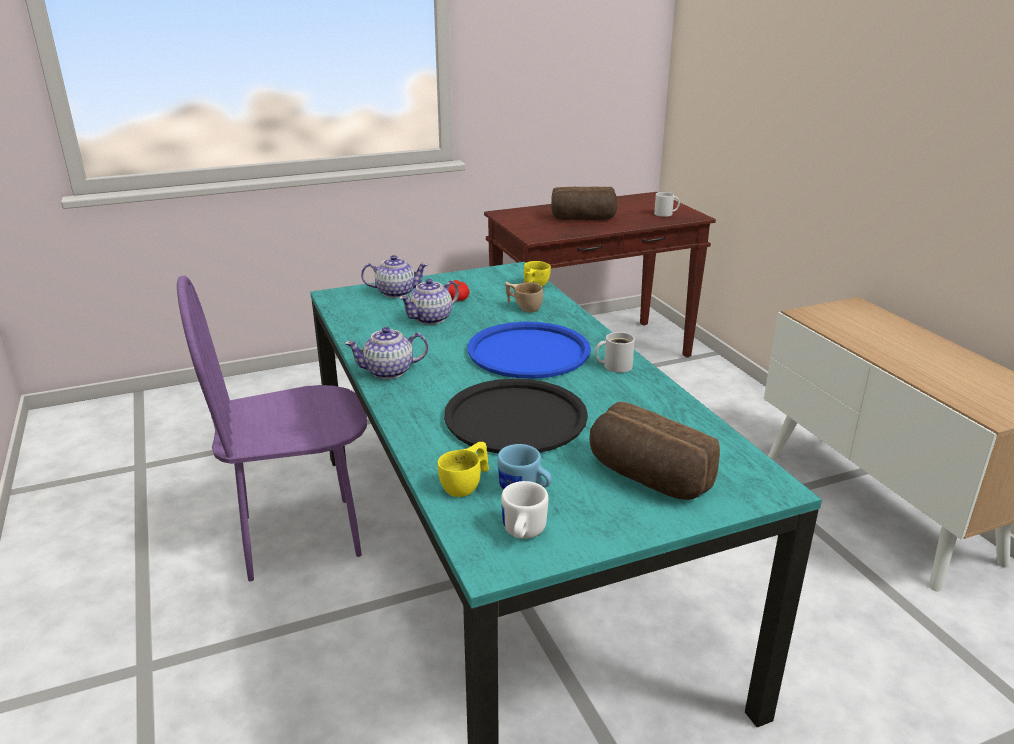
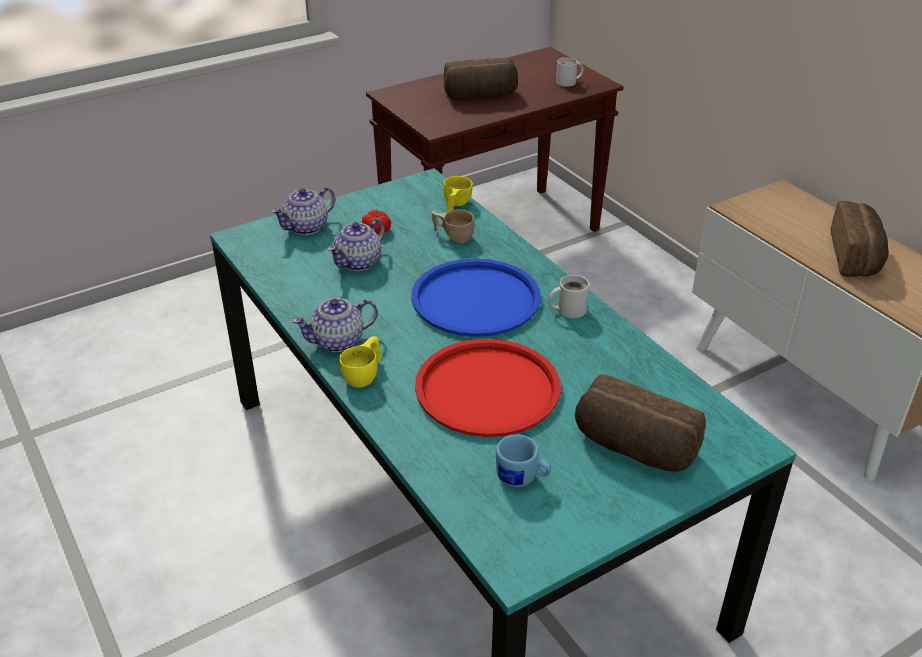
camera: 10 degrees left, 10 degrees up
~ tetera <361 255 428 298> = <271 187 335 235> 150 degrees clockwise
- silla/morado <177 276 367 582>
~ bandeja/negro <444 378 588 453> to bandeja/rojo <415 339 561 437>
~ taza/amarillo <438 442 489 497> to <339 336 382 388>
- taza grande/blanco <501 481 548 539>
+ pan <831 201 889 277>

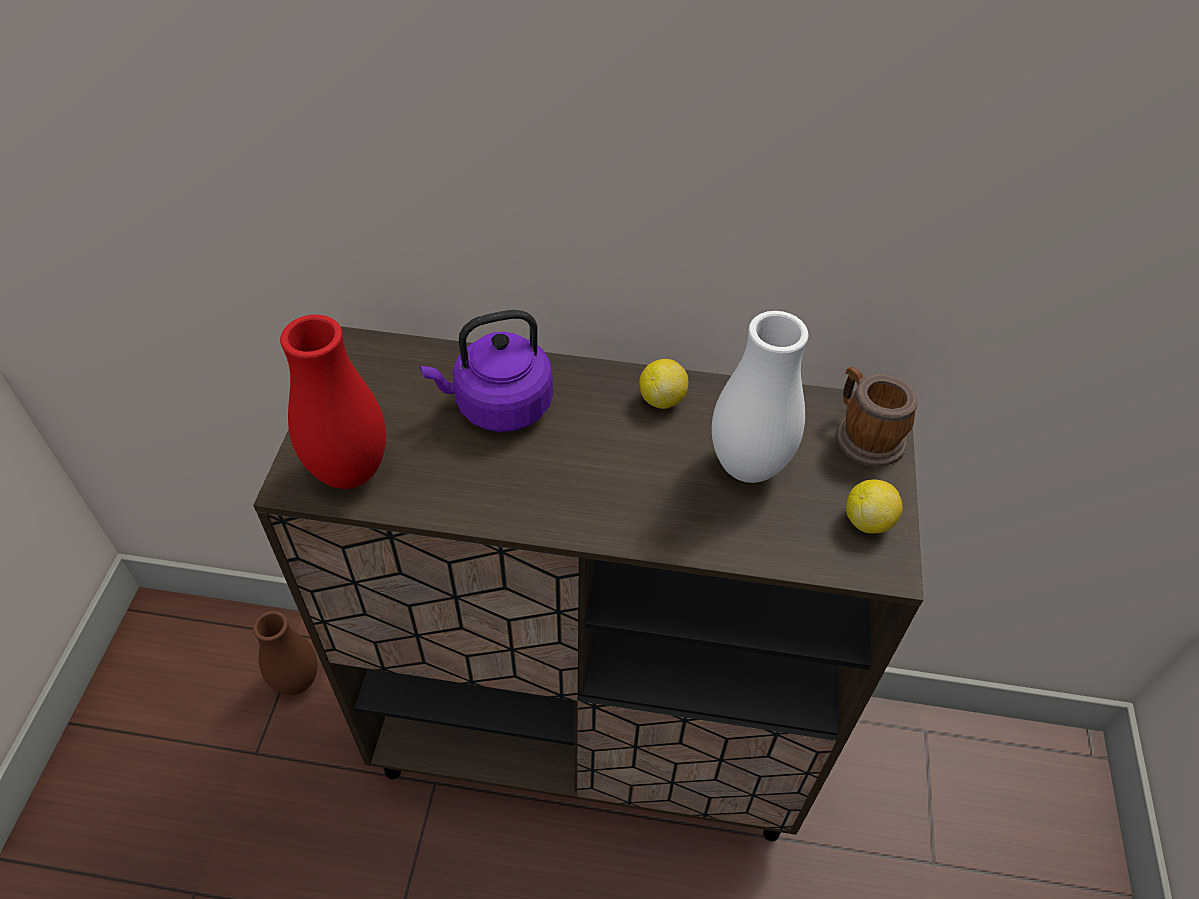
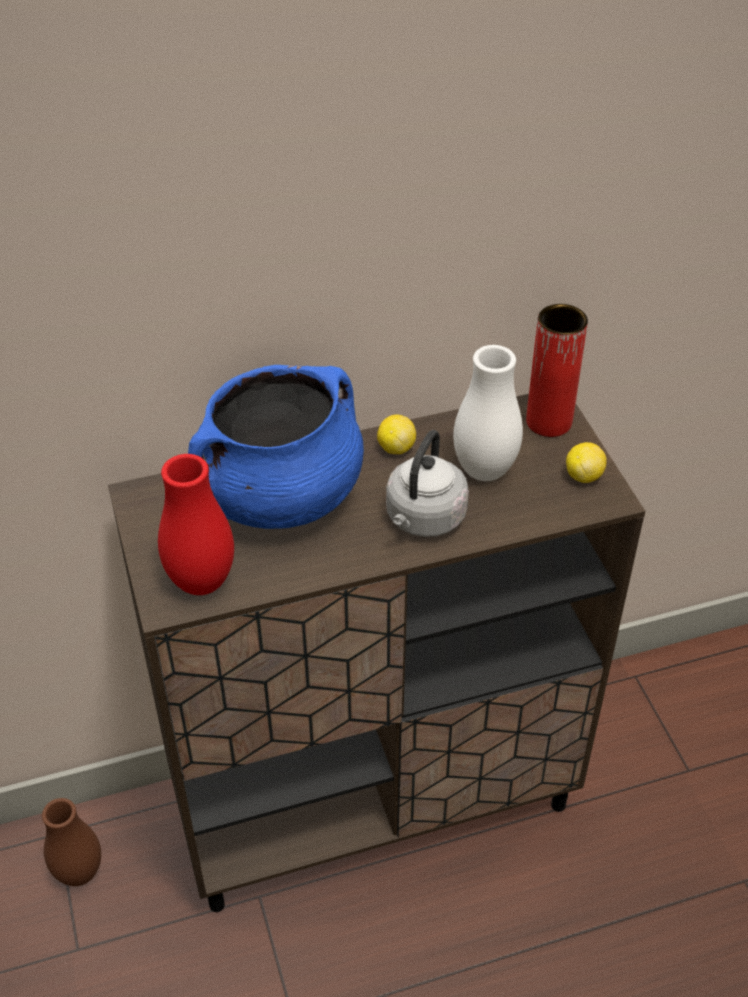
camera: 25 degrees left, 5 degrees down
~ hervidor/morado <420 310 553 432> to olla/azul <188 365 364 529>
~ taza grande <837 367 917 467> to florero/rojo <526 304 588 437>
+ hervidor/gris <386 430 469 537>

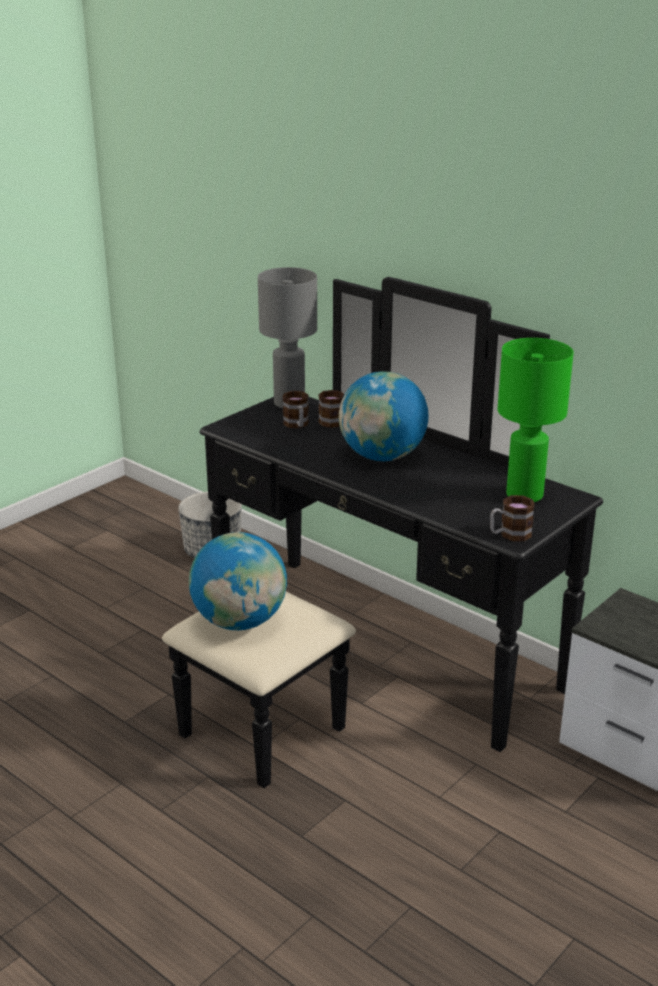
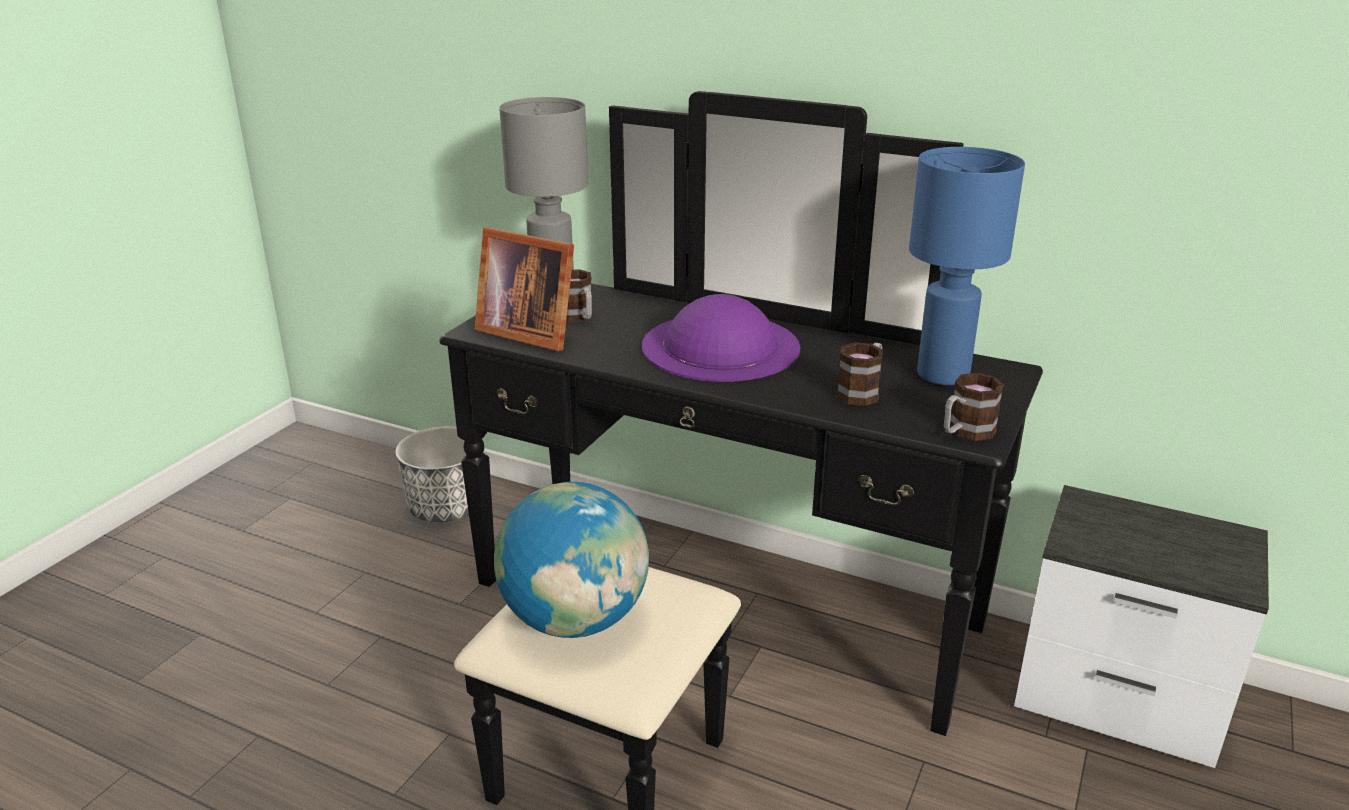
camera: 15 degrees left, 0 degrees up
~ lámpara de mesa/verde <498 338 574 502> to lámpara de mesa/azul <909 147 1025 385>
~ globo terráqueo <339 372 428 461> to sombrero/morado <642 294 800 382>
~ taza grande <318 390 346 428> to <836 342 883 406>
+ portarretratos <475 227 574 351>

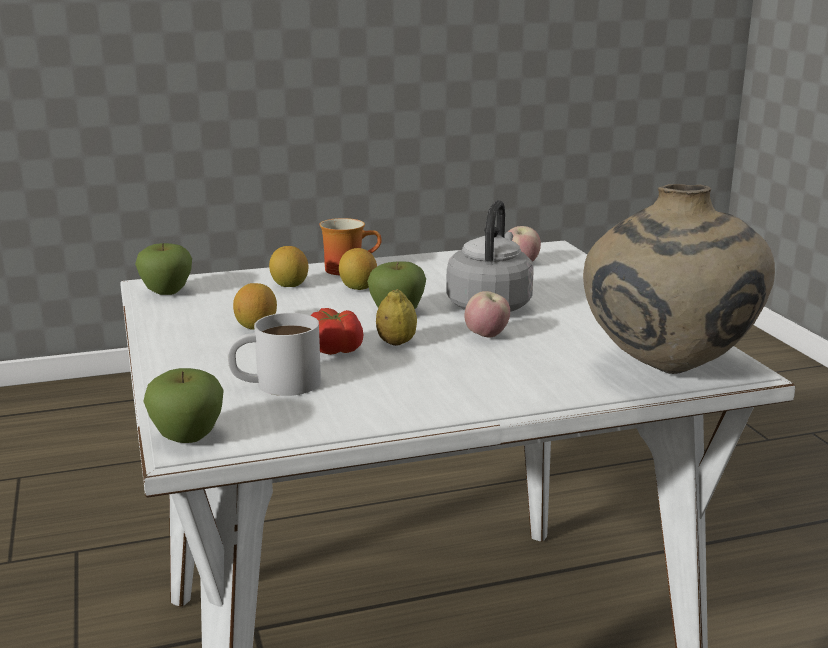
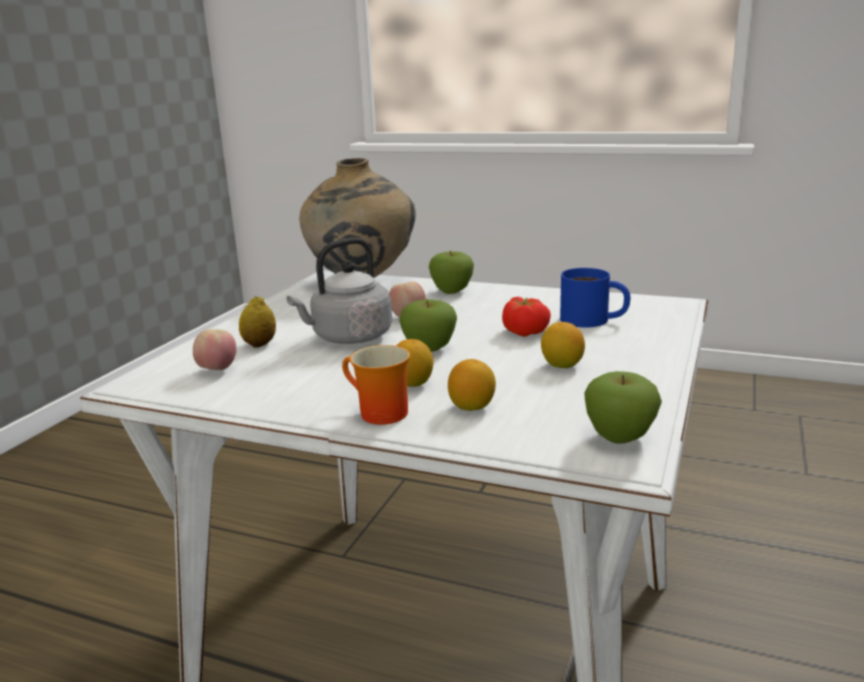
camera: 140 degrees left, 0 degrees up
~ limón <376 289 417 346> to <239 296 276 348>
~ taza grande/blanco <228 313 321 396> to taza grande/azul <560 268 630 327>
~ manzana <143 368 224 443> to <429 251 474 294>

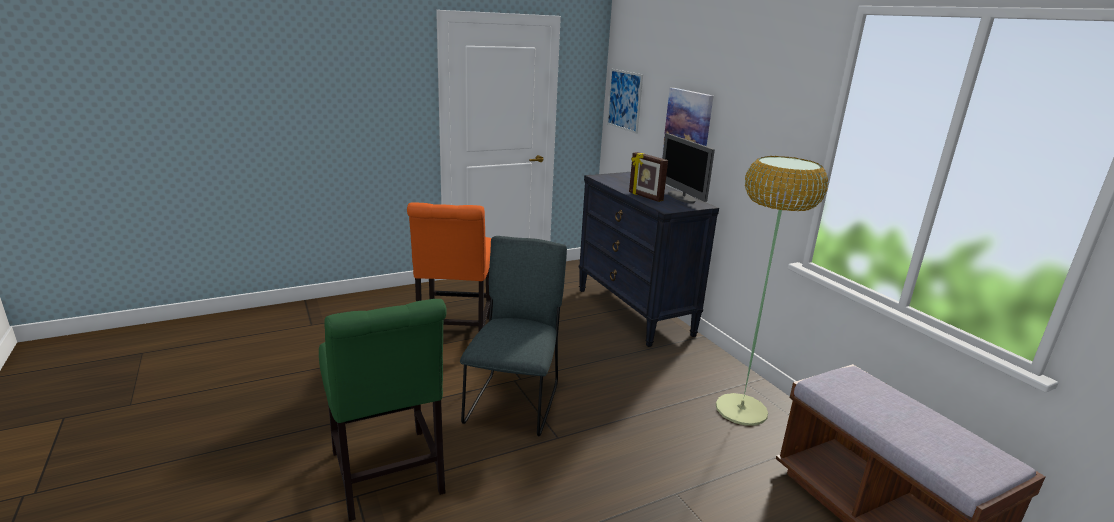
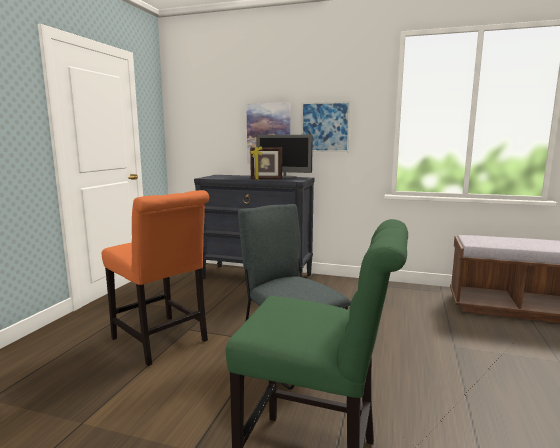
camera: 45 degrees left, 10 degrees down
~ cuadro <607 69 643 134> to <301 101 350 152>
- lámpara de pie <716 156 828 426>

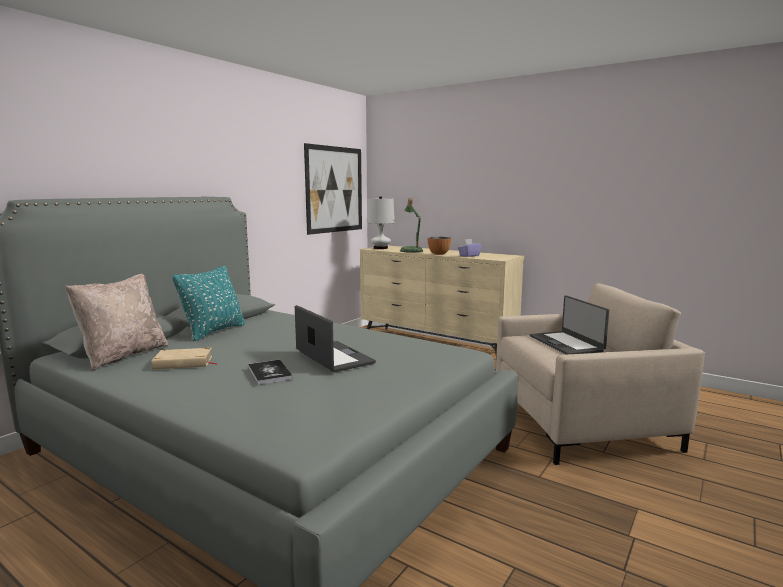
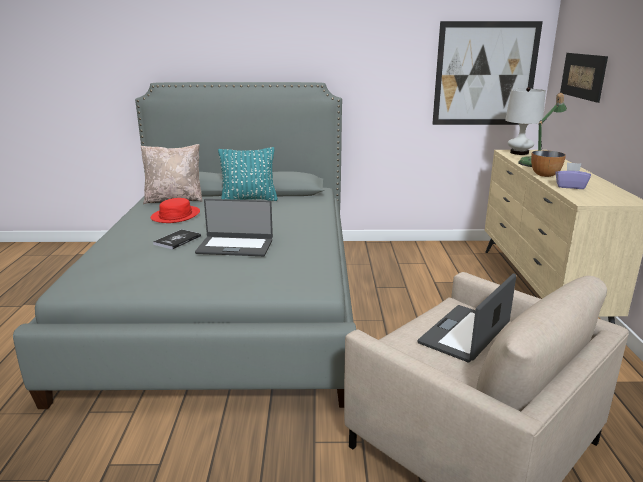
camera: 55 degrees right, 10 degrees up
~ portátil <295 305 376 372> = <195 199 273 256> 75 degrees clockwise
~ libro/beis <151 348 217 370> to sombrero/rojo <151 198 200 223>
+ cuadro <560 53 608 103>

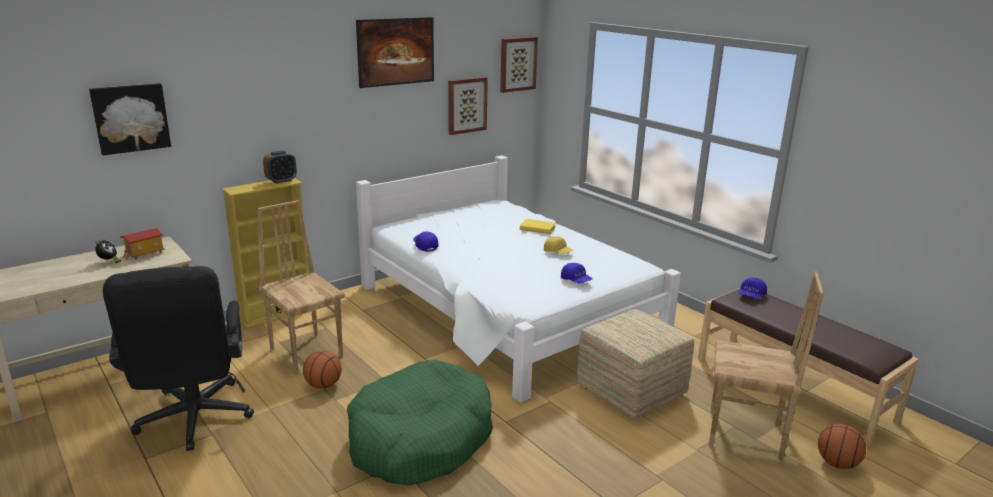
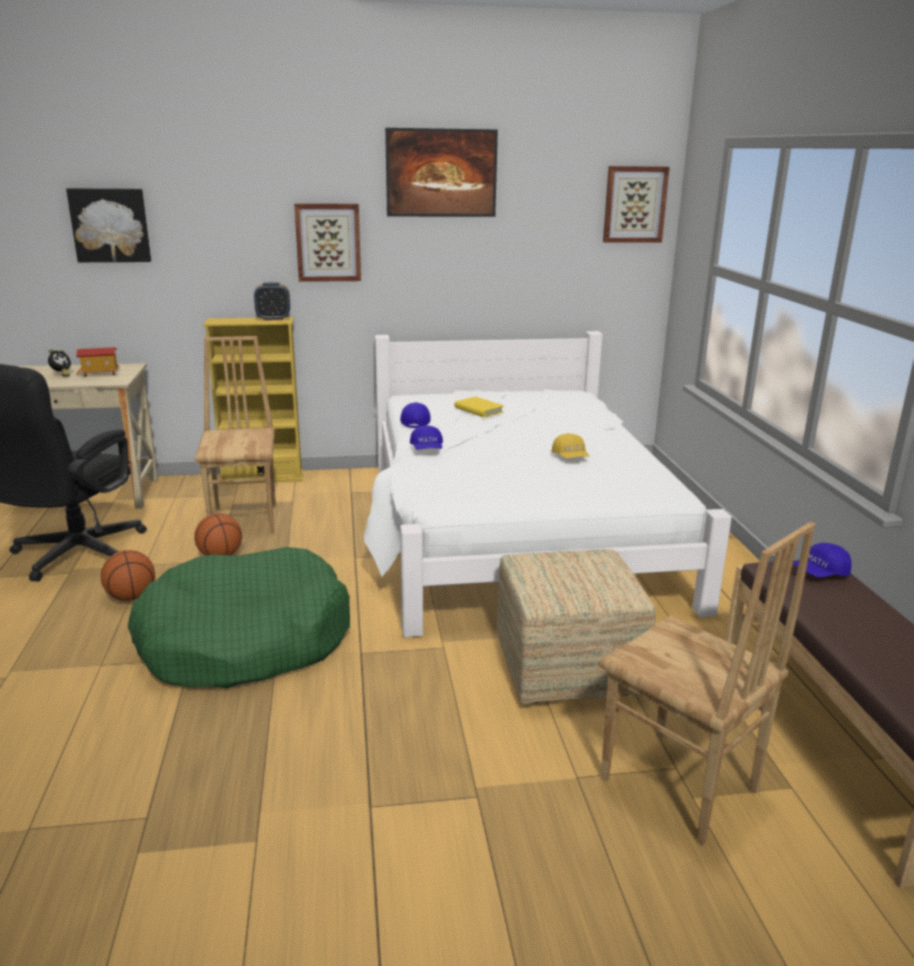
camera: 30 degrees right, 0 degrees up
~ cuadro <448 77 488 135> to <294 203 361 282>
~ libro/amarillo <520 219 556 234> to <454 397 504 417>
~ gorra/azul <561 263 593 283> to <410 425 443 450>
~ balón de baloncesto <818 424 866 469> to <101 550 155 601>

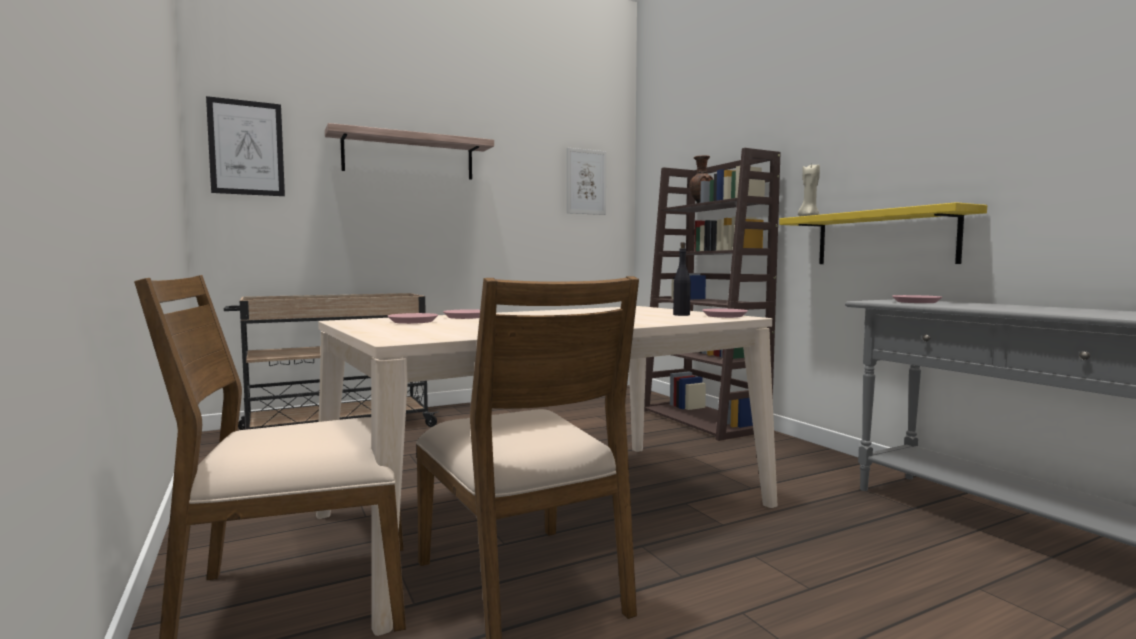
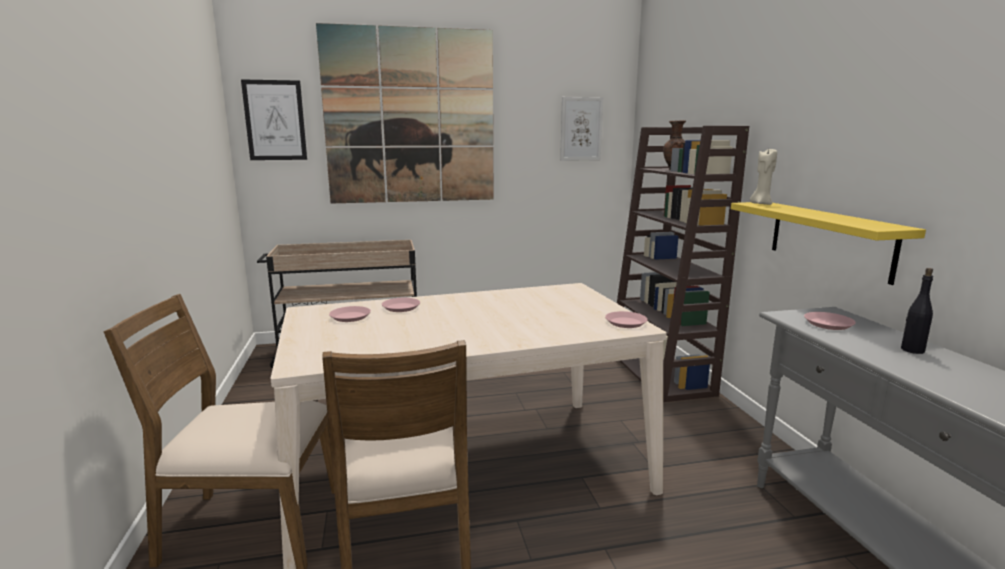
camera: 15 degrees right, 10 degrees up
~ estante <325 123 494 180> to cuadro <316 23 493 203>
~ botella/negro <673 242 691 316> to <901 268 933 354>

